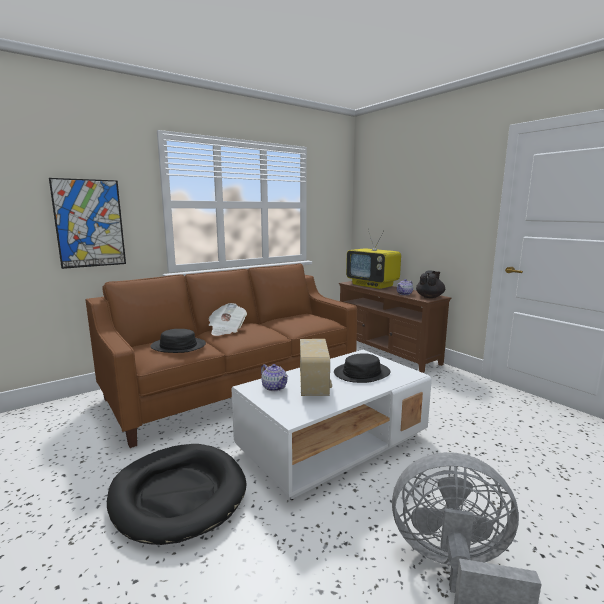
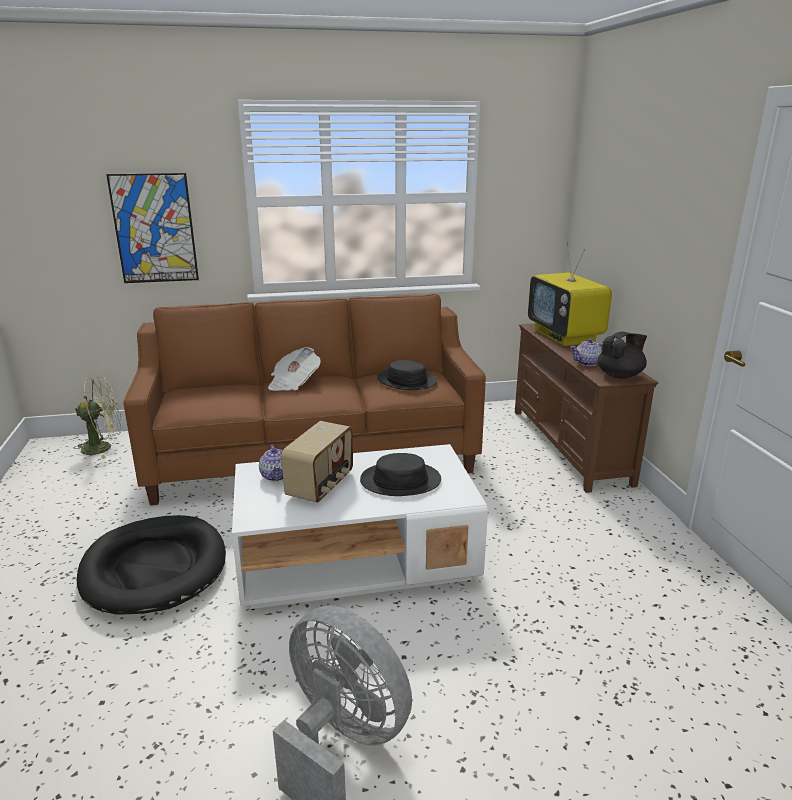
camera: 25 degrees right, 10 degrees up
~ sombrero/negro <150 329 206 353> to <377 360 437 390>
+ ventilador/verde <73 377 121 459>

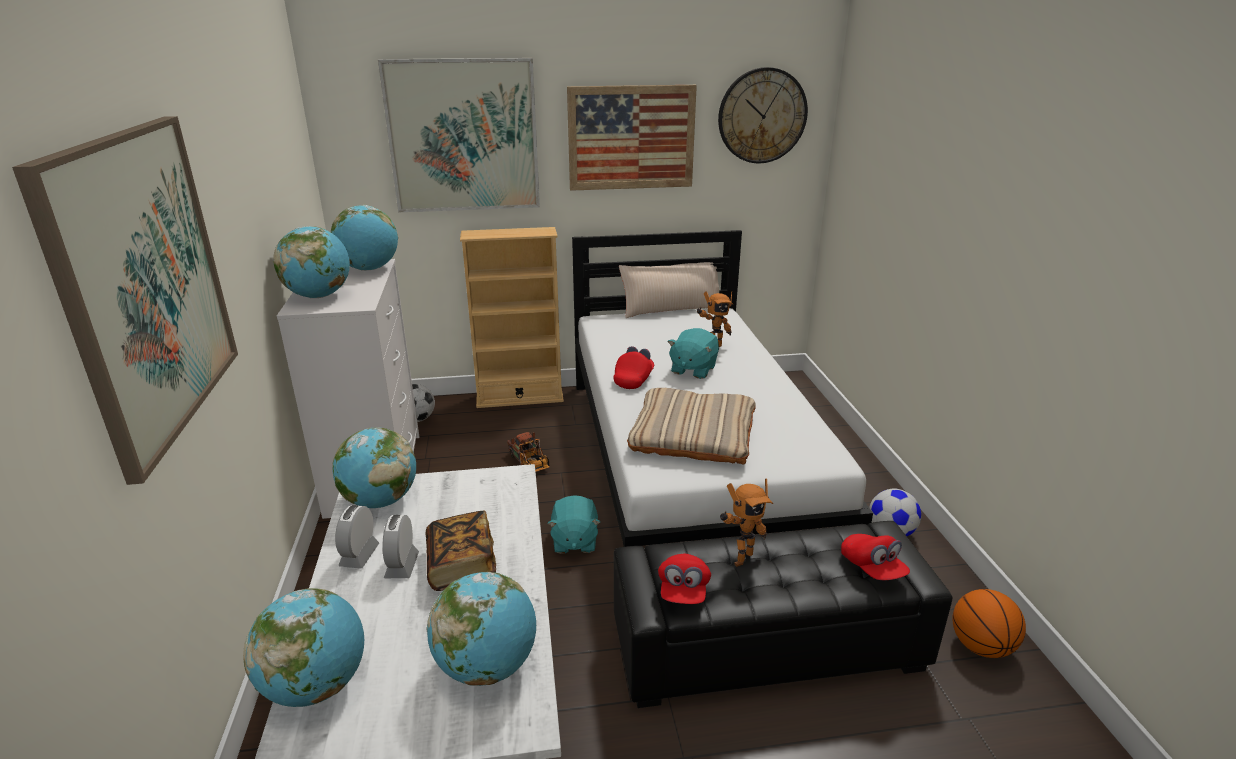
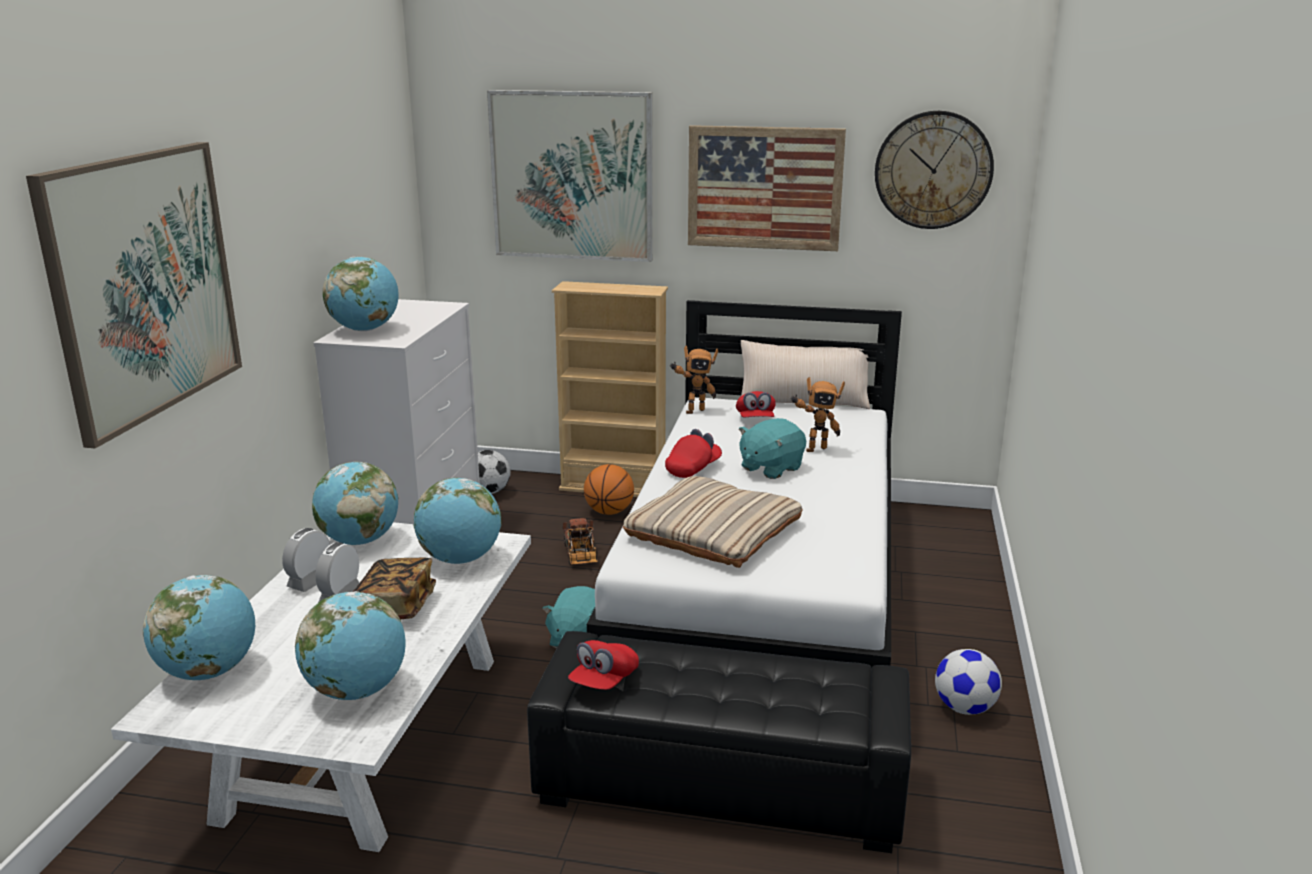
camera: 20 degrees right, 5 degrees down
~ globo terráqueo <331 205 398 271> to <414 478 502 564>
~ robot de juguete <720 478 773 567> to <670 346 718 414>
~ gorra/rojo <841 534 910 580> to <736 391 776 417>
~ balón de baloncesto <952 589 1026 658> to <584 464 634 515>

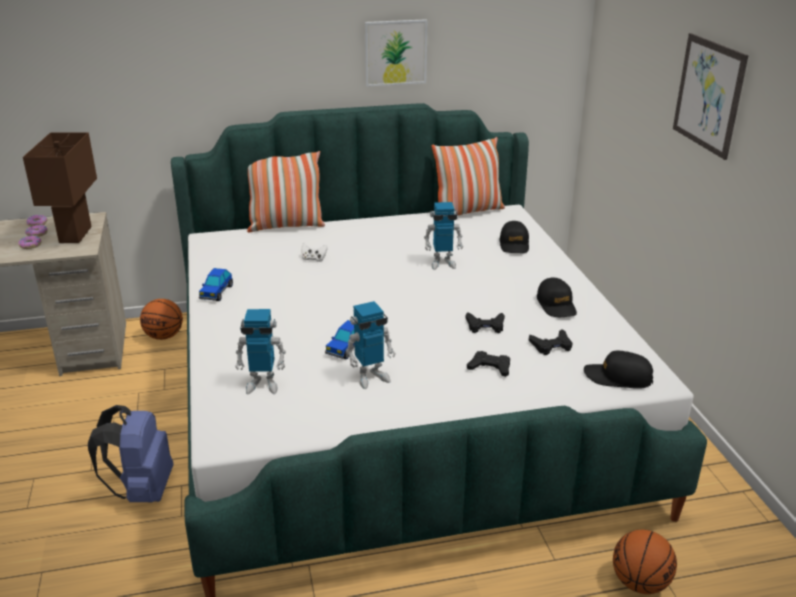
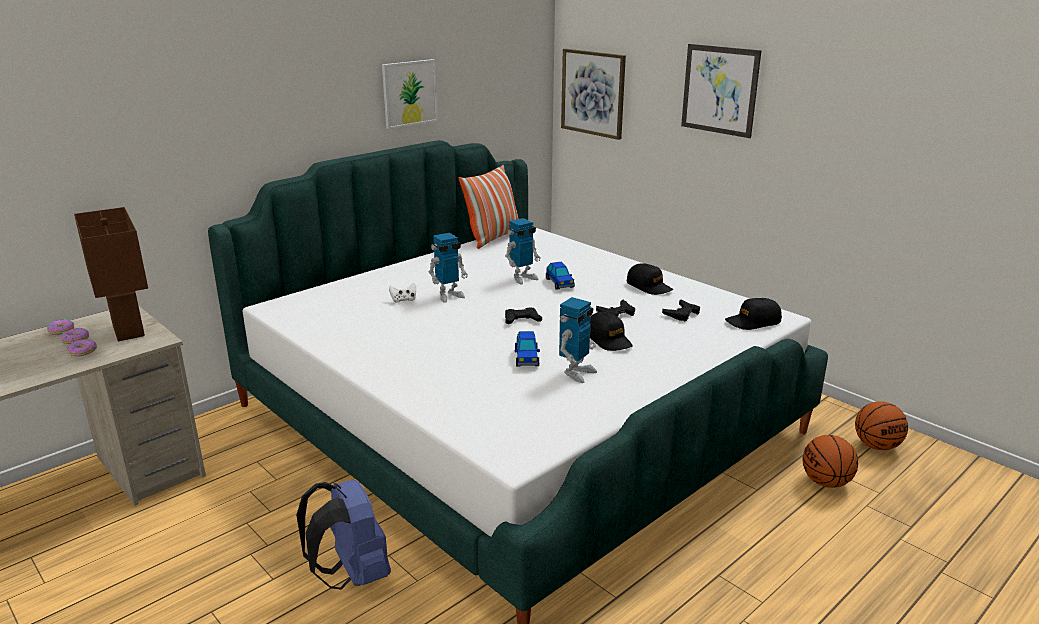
camera: 30 degrees left, 5 degrees down
- cojín <247 151 325 232>
~ gorra/negro <499 221 529 253> to <590 312 633 351>
~ coche de juguete <199 268 233 301> to <546 262 575 289>
~ balón de baloncesto <140 299 183 340> to <855 401 908 450>
~ robot de juguete <235 309 286 394> to <429 233 468 303>
~ mando de consola/negro <467 351 510 377> to <505 308 542 324>
+ cuadro <561 49 626 140>

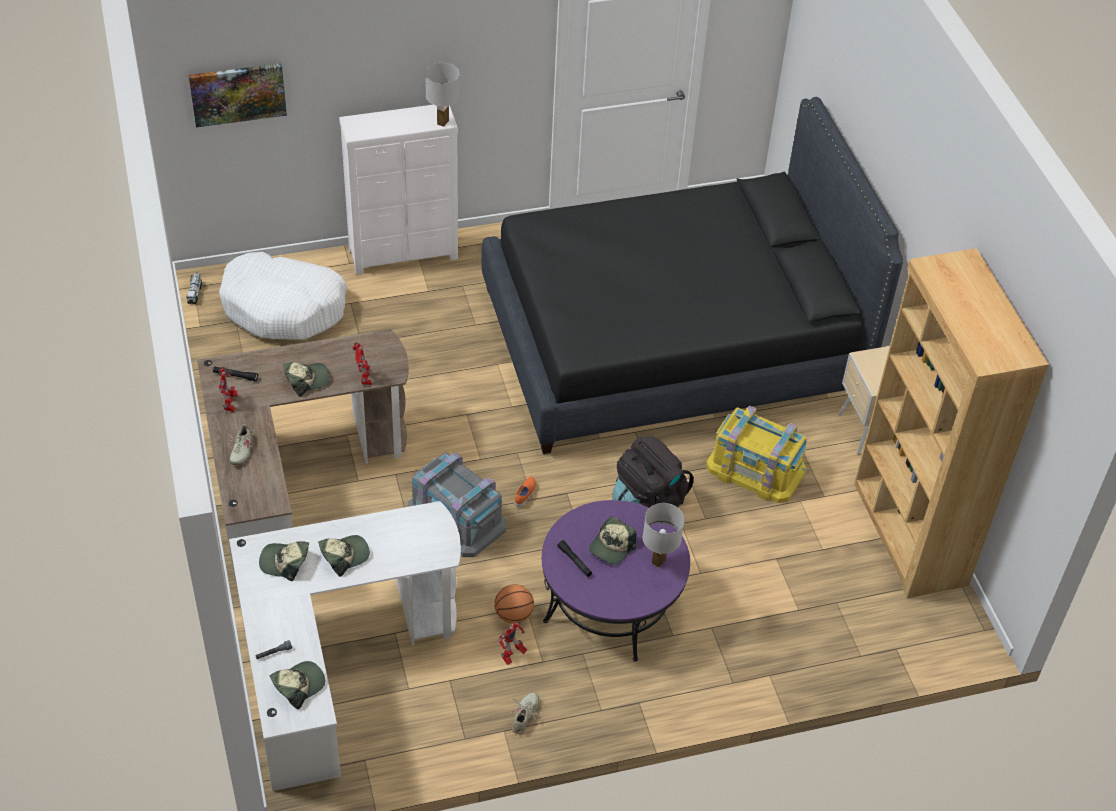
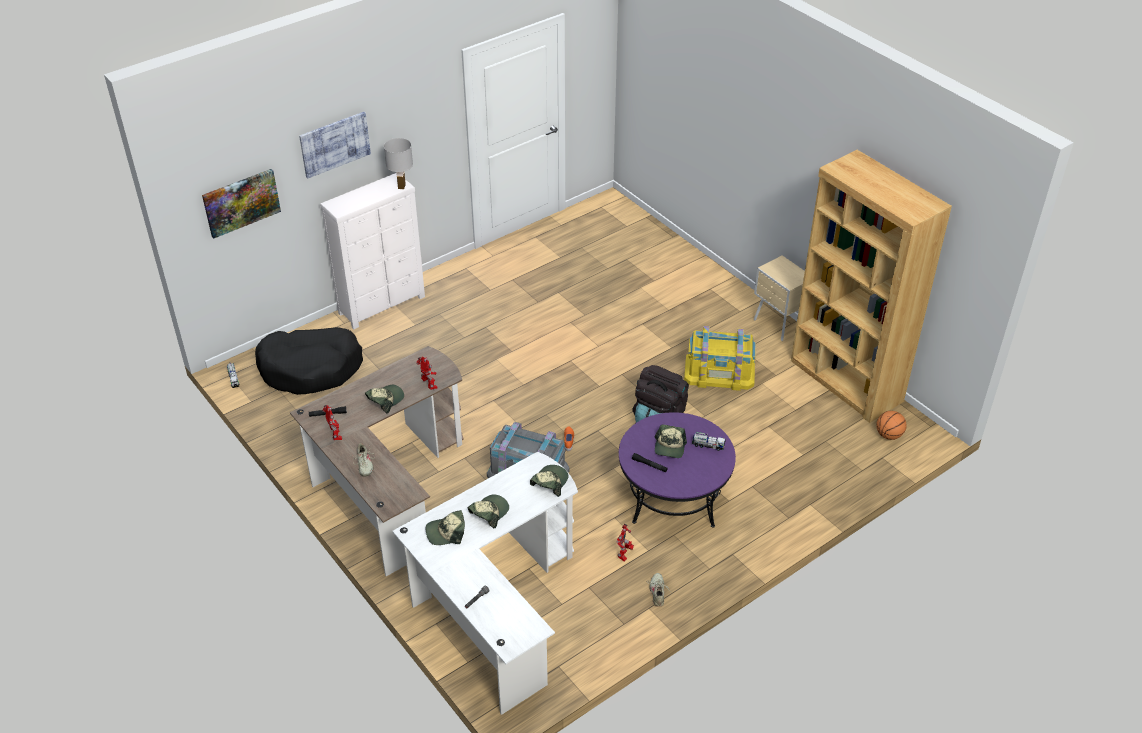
camera: 20 degrees left, 5 degrees down
- cama/negro <481 97 903 454>
~ cama para perro/blanco <219 252 347 340> to cama para perro/negro <255 327 363 395>
~ lámpara de mesa/blanco <643 503 684 568> to camión de juguete <692 432 726 451>
~ balón de baloncesto <495 584 534 624> to <876 411 906 440>
~ gorra <269 661 325 709> to <530 465 569 497>
+ cuadro <299 112 371 178>

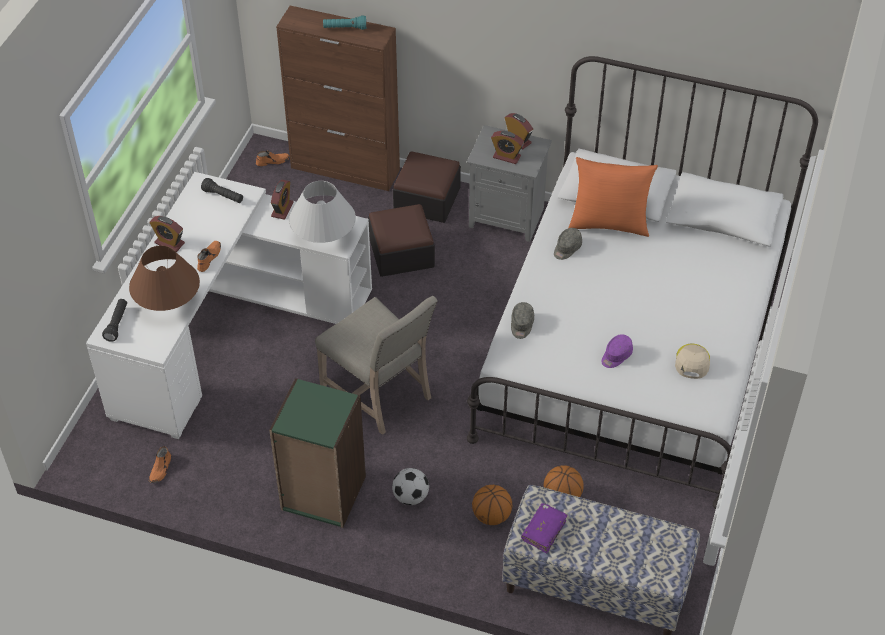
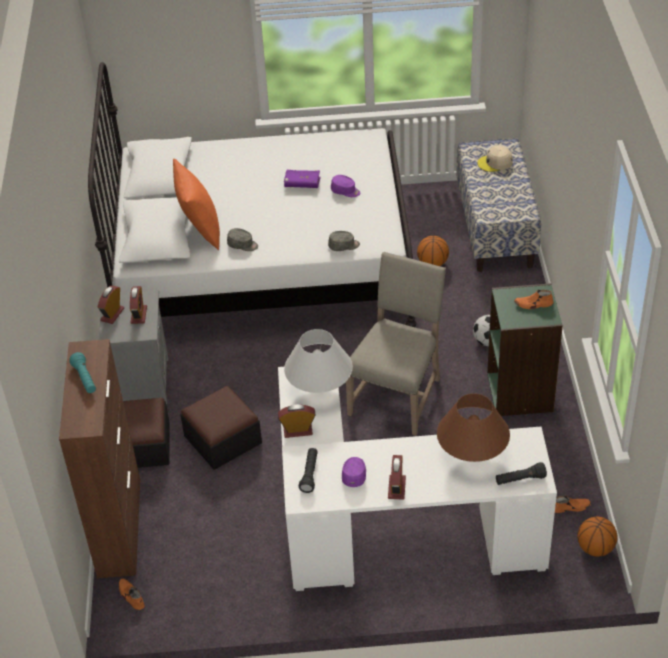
camera: 110 degrees left, 5 degrees down
~ zapato/naranja <197 241 221 272> to <514 290 553 309>
~ gorra/beis <675 344 710 379> to <477 145 513 172>
~ balón de baloncesto <472 485 512 525> to <577 517 618 557>
~ libro/morado <521 503 568 553> to <284 170 321 188>
+ gorra/morado <342 457 366 487>

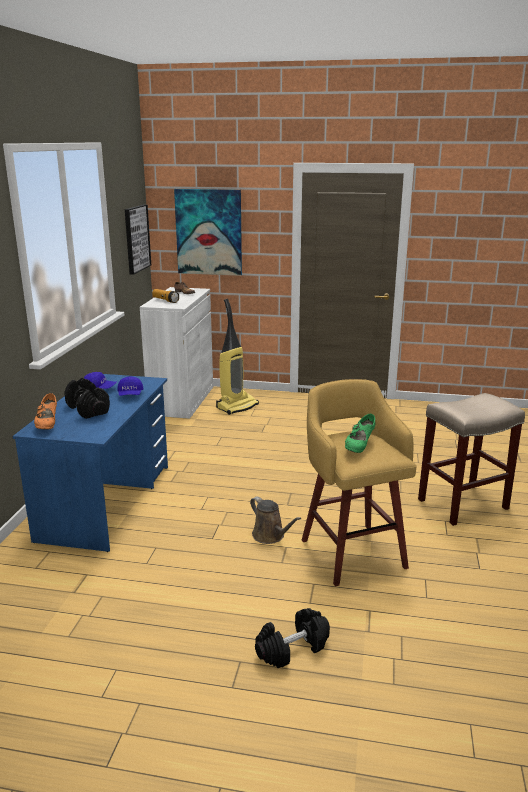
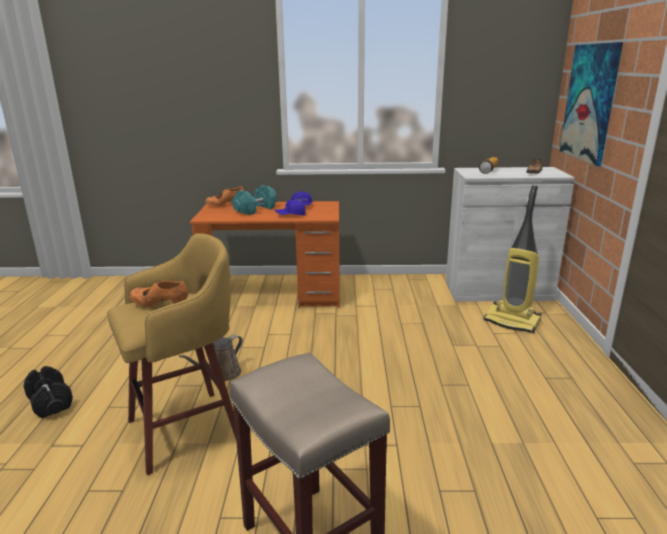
camera: 80 degrees right, 0 degrees up
- cuadro <125 204 151 275>
~ escritorio/azul <13 374 168 552> to escritorio/naranja <190 201 340 308>
~ mancuerna/negro <64 378 110 419> to mancuerna/turquesa <232 185 277 215>
~ zapato/verde <345 414 375 453> to zapato/naranja <130 281 188 307>

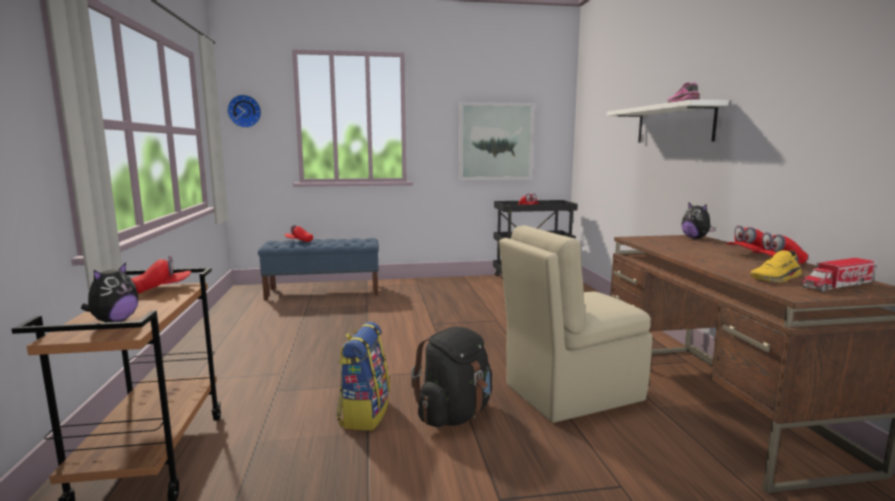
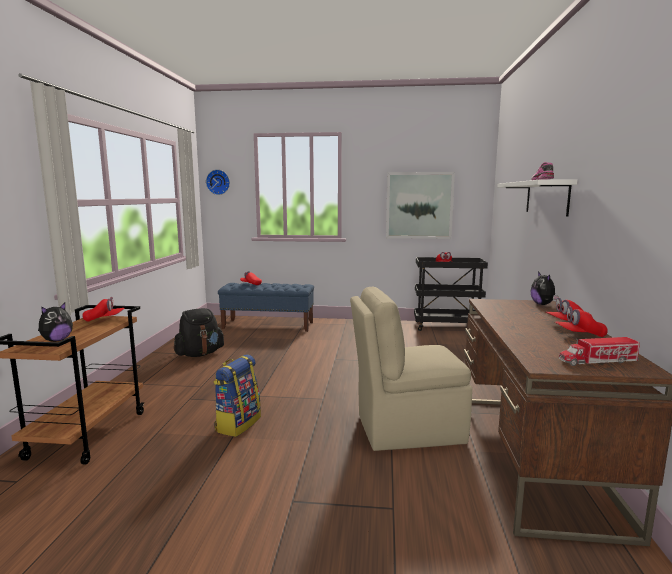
camera: 15 degrees right, 0 degrees up
- zapato/amarillo <750 250 802 282>
~ mochila/negro <411 327 492 427> to <174 308 224 357>

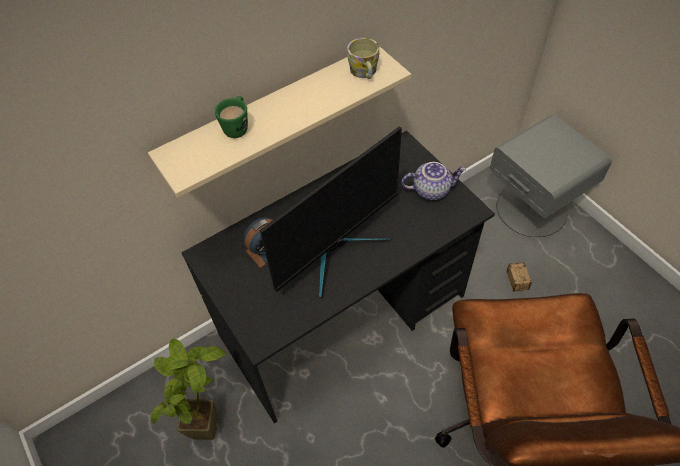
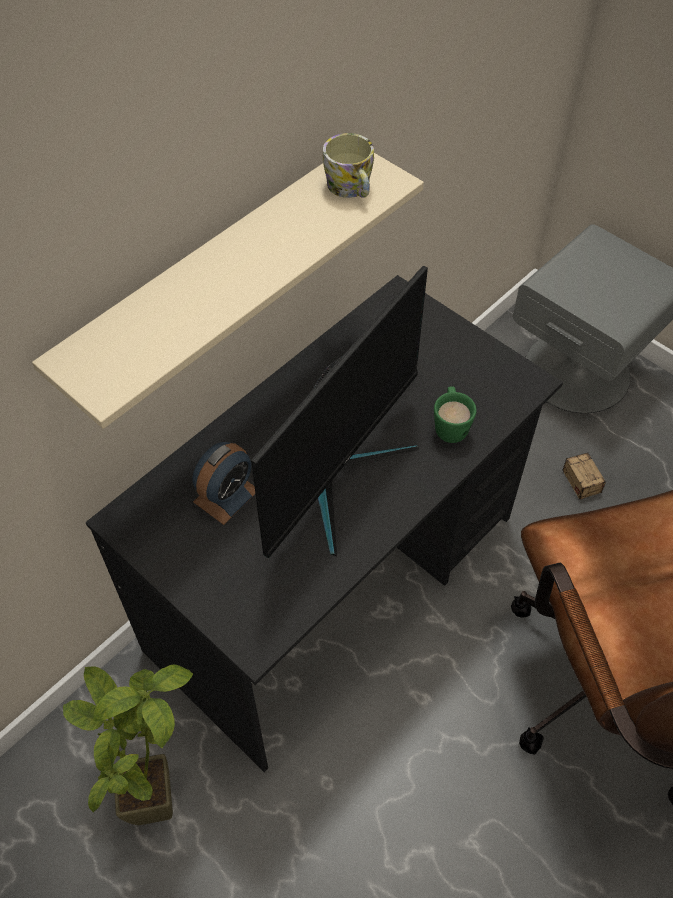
camera: 15 degrees left, 0 degrees up
~ taza grande/verde <215 96 248 138> to <434 386 476 443>
- tetera <402 162 466 200>

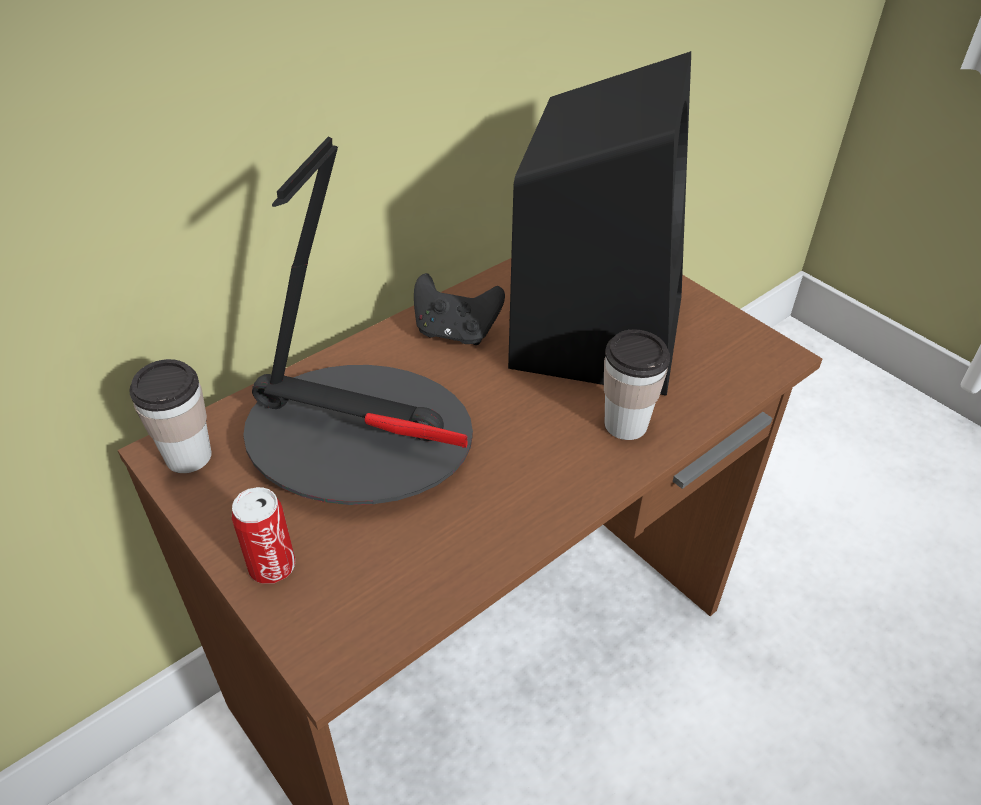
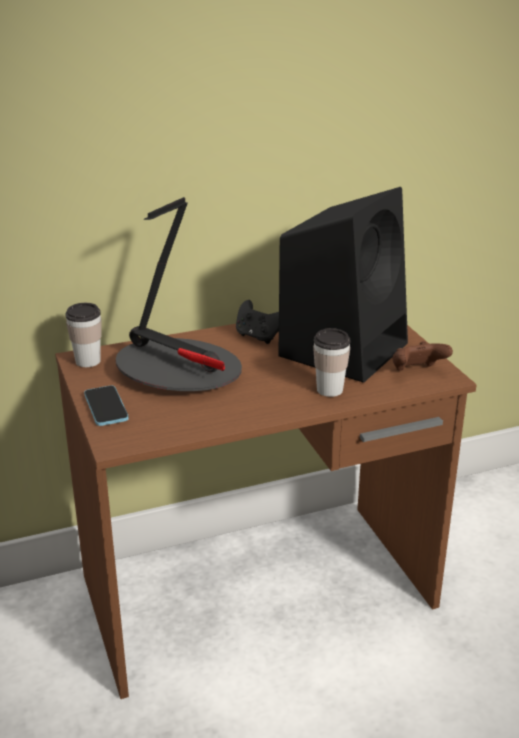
camera: 20 degrees right, 15 degrees down
~ lata <232 487 295 584> to móvil <84 385 129 426>
+ mando de consola/marrón <393 341 453 371>

